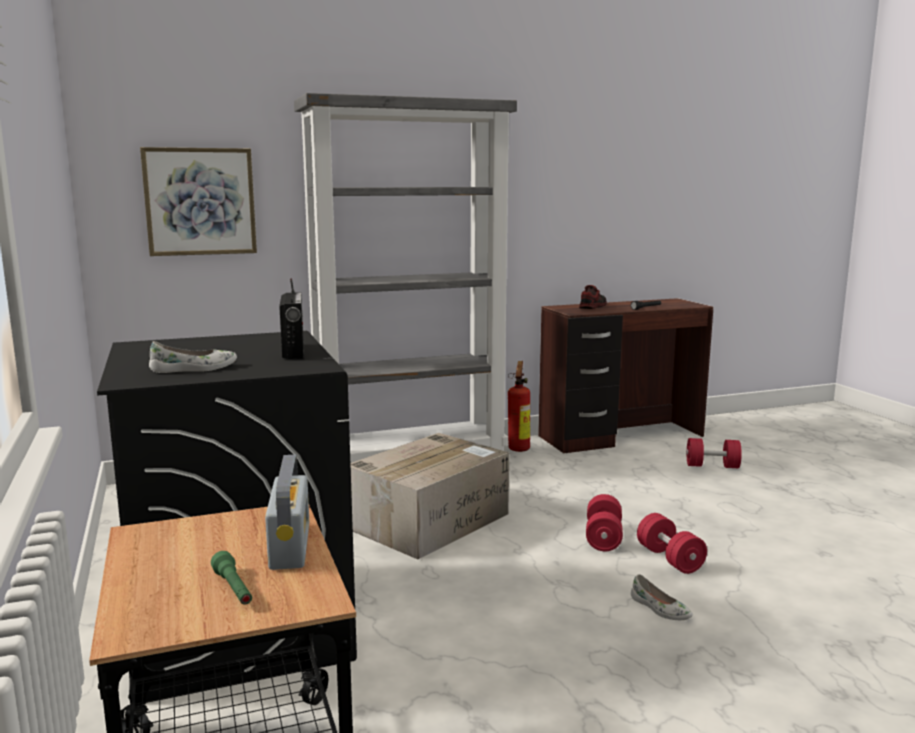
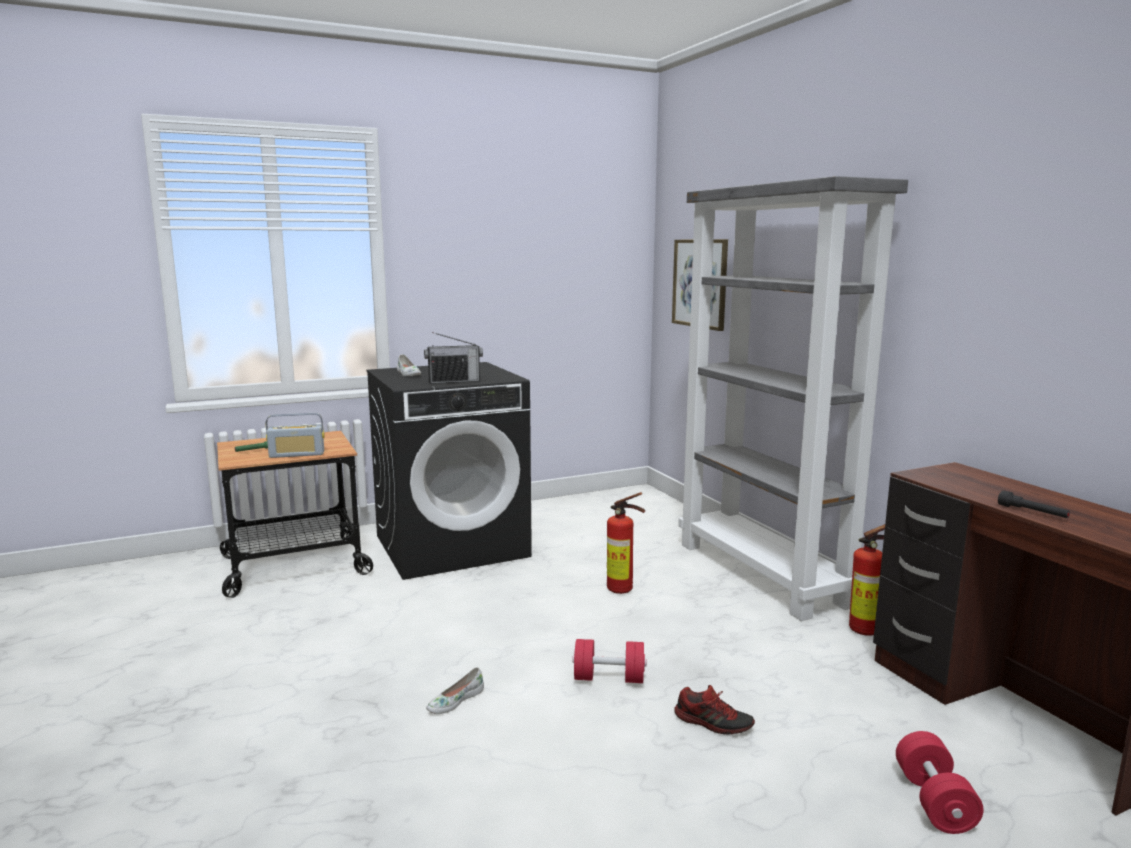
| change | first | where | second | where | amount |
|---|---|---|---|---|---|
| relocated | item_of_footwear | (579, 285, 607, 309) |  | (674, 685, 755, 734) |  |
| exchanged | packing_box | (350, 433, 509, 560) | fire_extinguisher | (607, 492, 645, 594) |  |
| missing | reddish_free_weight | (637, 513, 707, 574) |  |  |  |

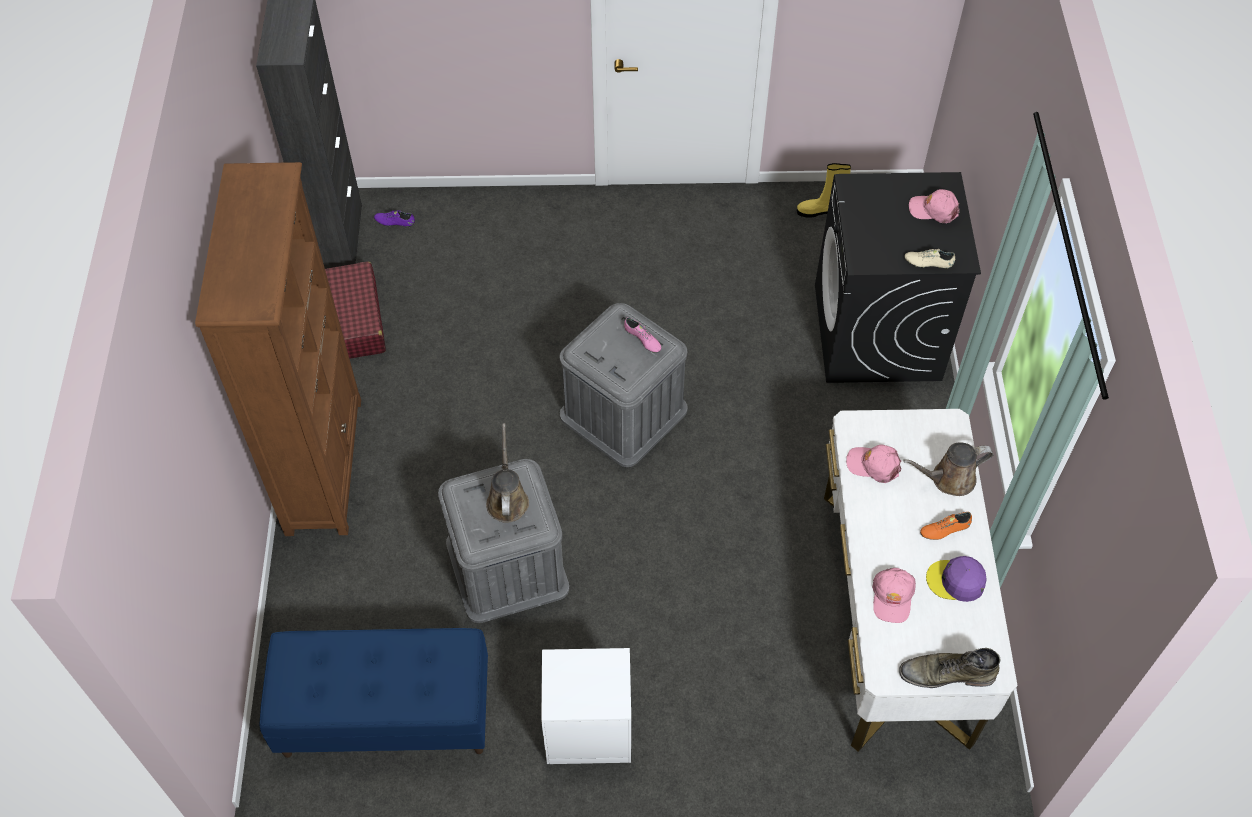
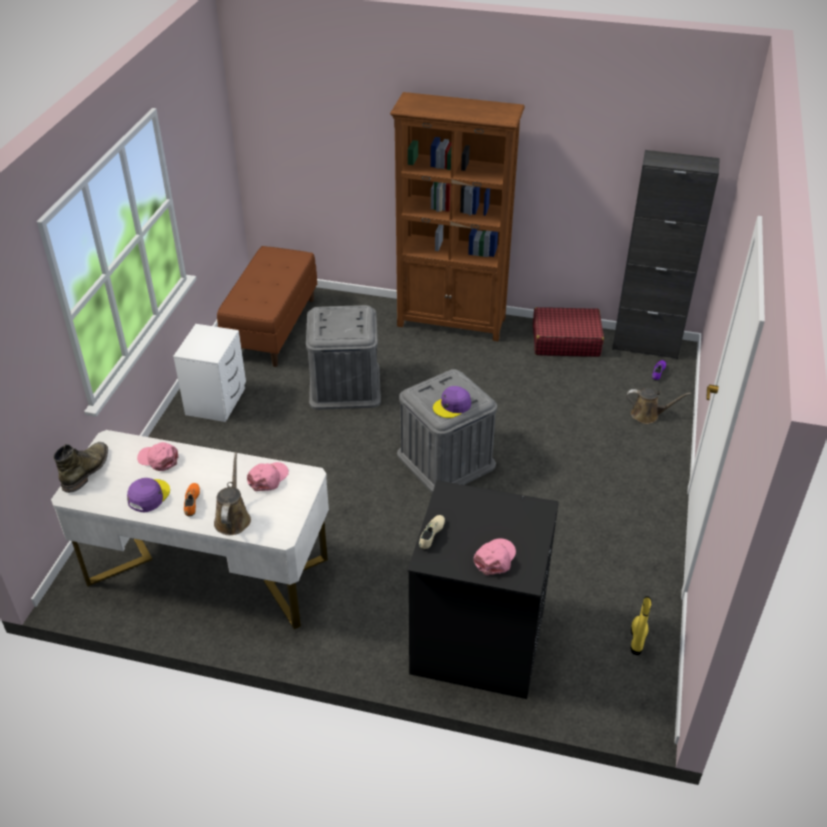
| change | first | where | second | where | amount |
|---|---|---|---|---|---|
| exchanged | pink-coloured_item_of_footwear | (624, 317, 661, 353) | purplish_peaked_cap | (433, 386, 471, 418) |  |
| relocated | brownish_watering_pot | (486, 423, 529, 523) |  | (626, 388, 691, 424) |  |
| colour | blue-coloured_bench | (260, 628, 488, 758) | brownish_bench | (217, 246, 317, 367) |  |

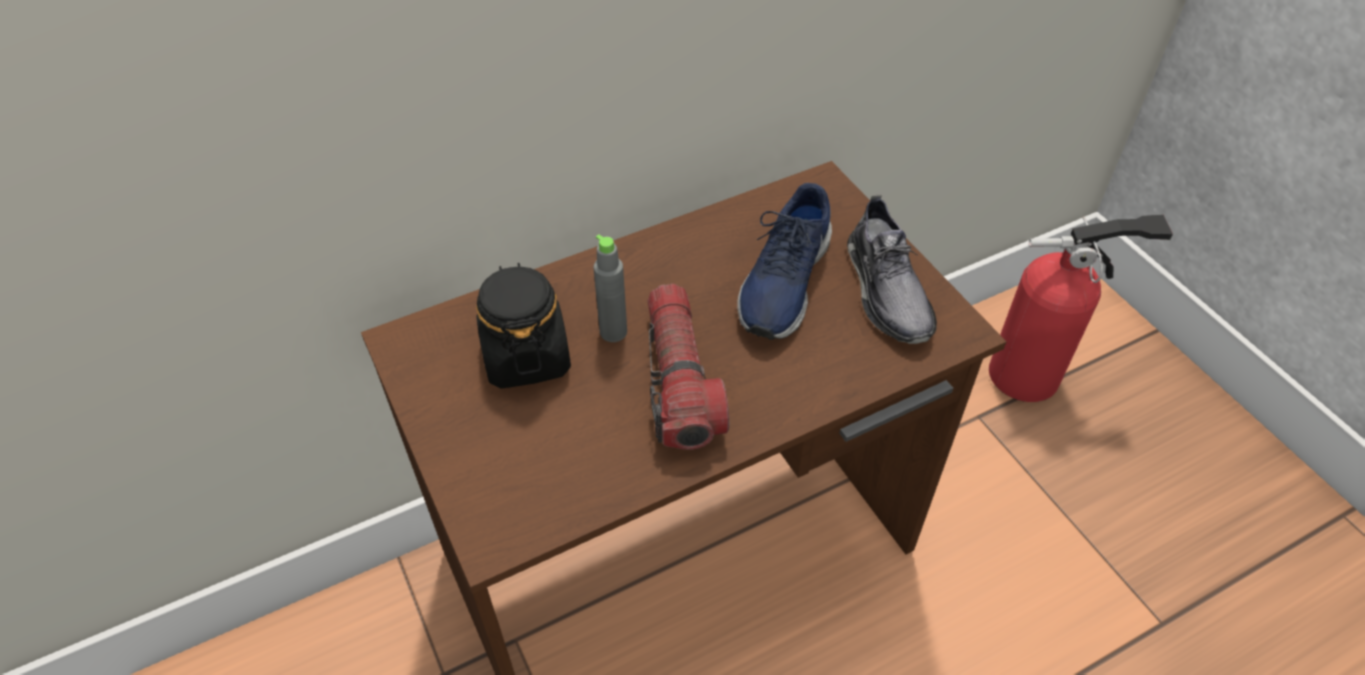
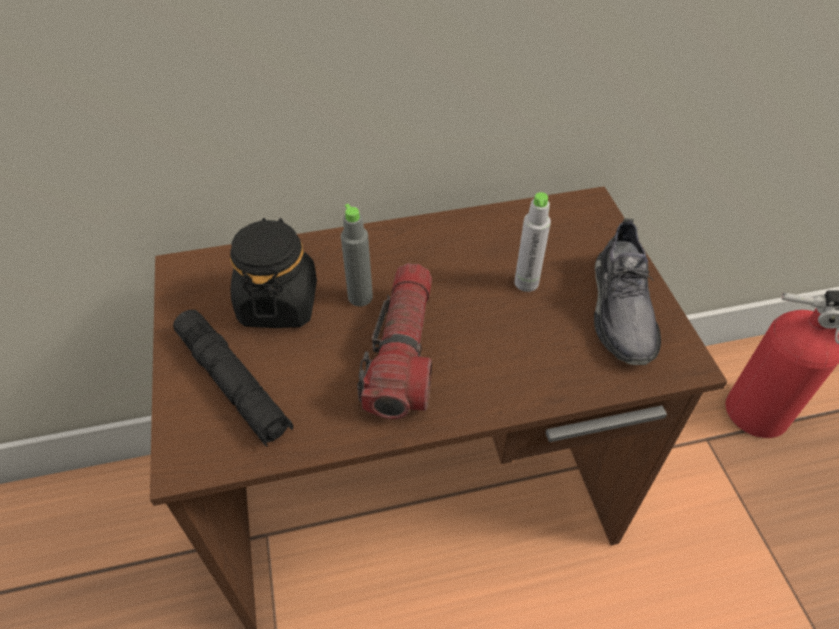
| change | first | where | second | where | amount |
|---|---|---|---|---|---|
| exchanged | blue-coloured_item_of_footwear | (737, 183, 832, 340) | grey_bottle | (514, 192, 551, 292) |  |
| appeared |  |  | blackish_hand_torch | (173, 310, 293, 447) |  |

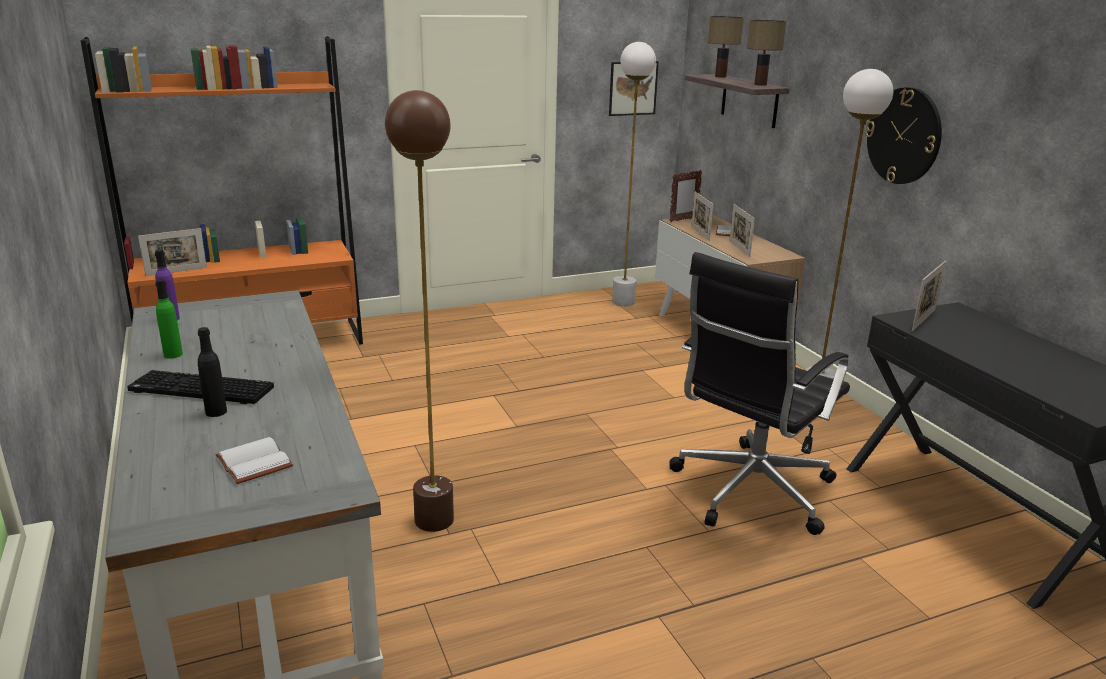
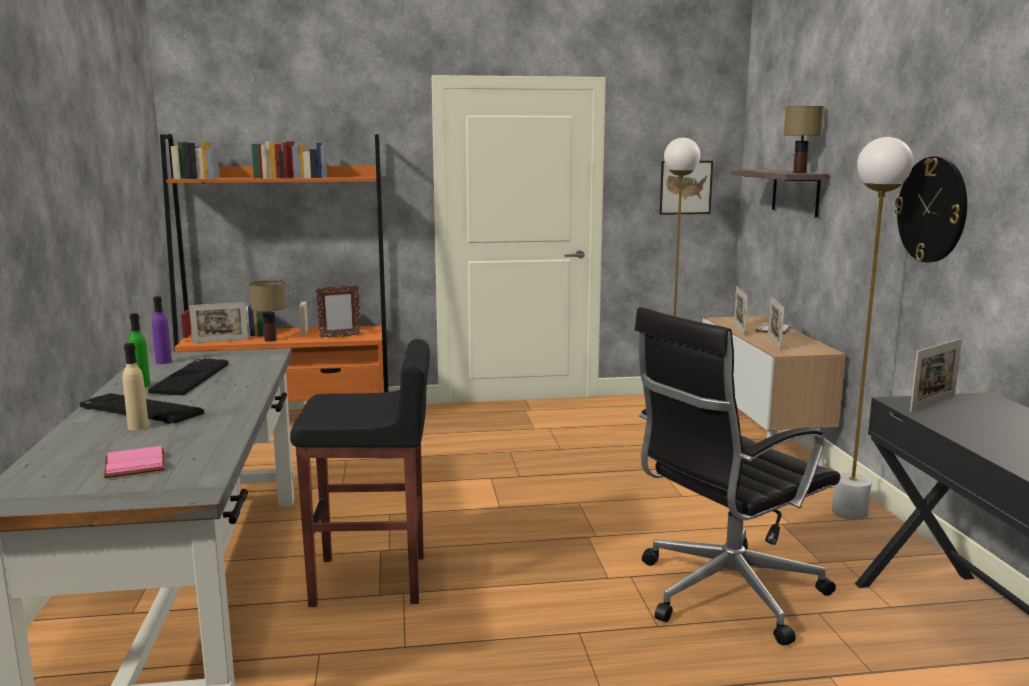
| change | first | where | second | where | amount |
|---|---|---|---|---|---|
| relocated | tabletop_lamp | (707, 16, 744, 77) |  | (249, 281, 286, 342) |  |
| exchanged | brownish_standing_lamp | (385, 90, 454, 532) | blackish_stool_seat | (290, 339, 430, 607) |  |
| relocated | photo_frame | (670, 170, 702, 222) |  | (316, 285, 361, 338) |  |
| colour | blackish_bottle | (198, 327, 227, 417) | beige-coloured_bottle | (123, 343, 149, 431) |  |
| colour | white-coloured_book | (215, 437, 293, 484) | pink-coloured_book | (104, 446, 165, 478) |  |
| appeared |  |  | computer_keyboard | (148, 359, 229, 395) |  |

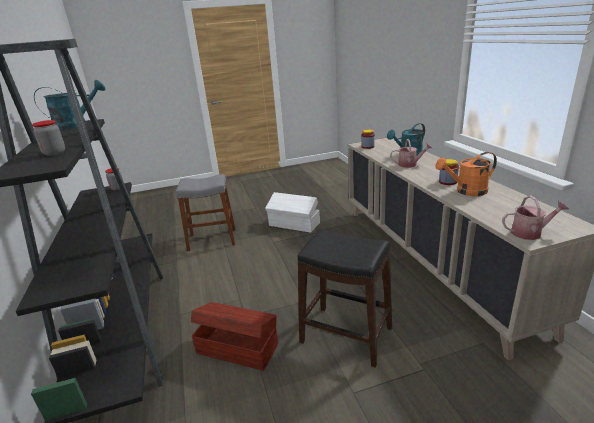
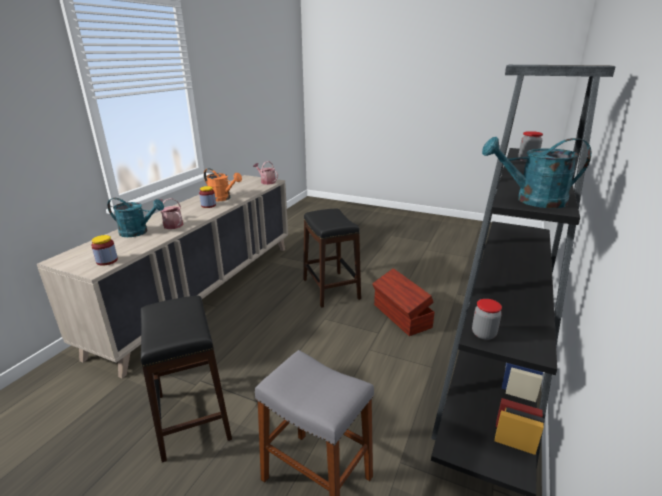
| change | first | where | second | where | amount |
|---|---|---|---|---|---|
| exchanged | white-coloured_storage_container | (265, 192, 320, 233) | blackish_stool_seat | (141, 296, 232, 463) |  |

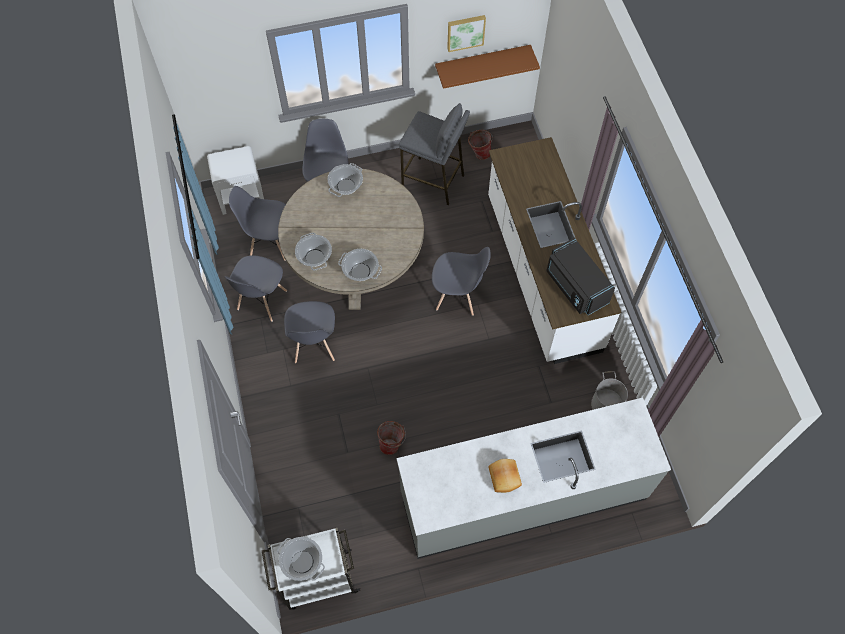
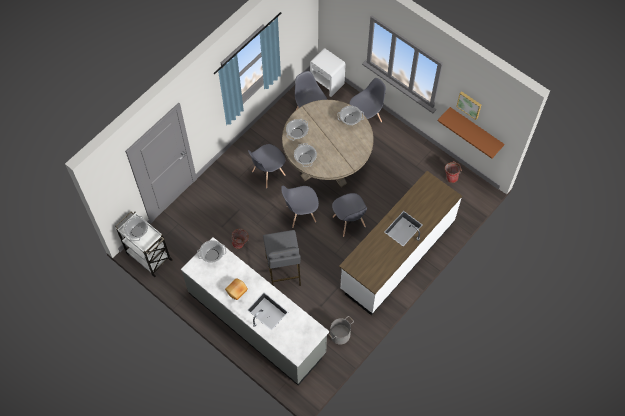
| change | first | where | second | where | amount |
|---|---|---|---|---|---|
| relocated | grey_stool_seat | (399, 103, 470, 205) |  | (263, 230, 301, 286) |  |
| missing | blackish_kitchen_microwave | (546, 238, 615, 315) |  |  |  |
| relocated | grey_upright_chair | (225, 255, 287, 322) |  | (281, 186, 319, 228) |  |
| appeared |  |  | stockpot | (197, 240, 226, 263) |  |

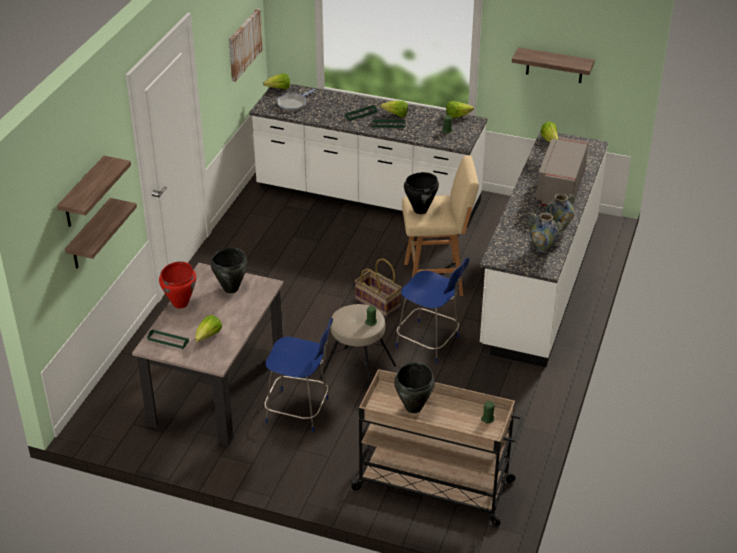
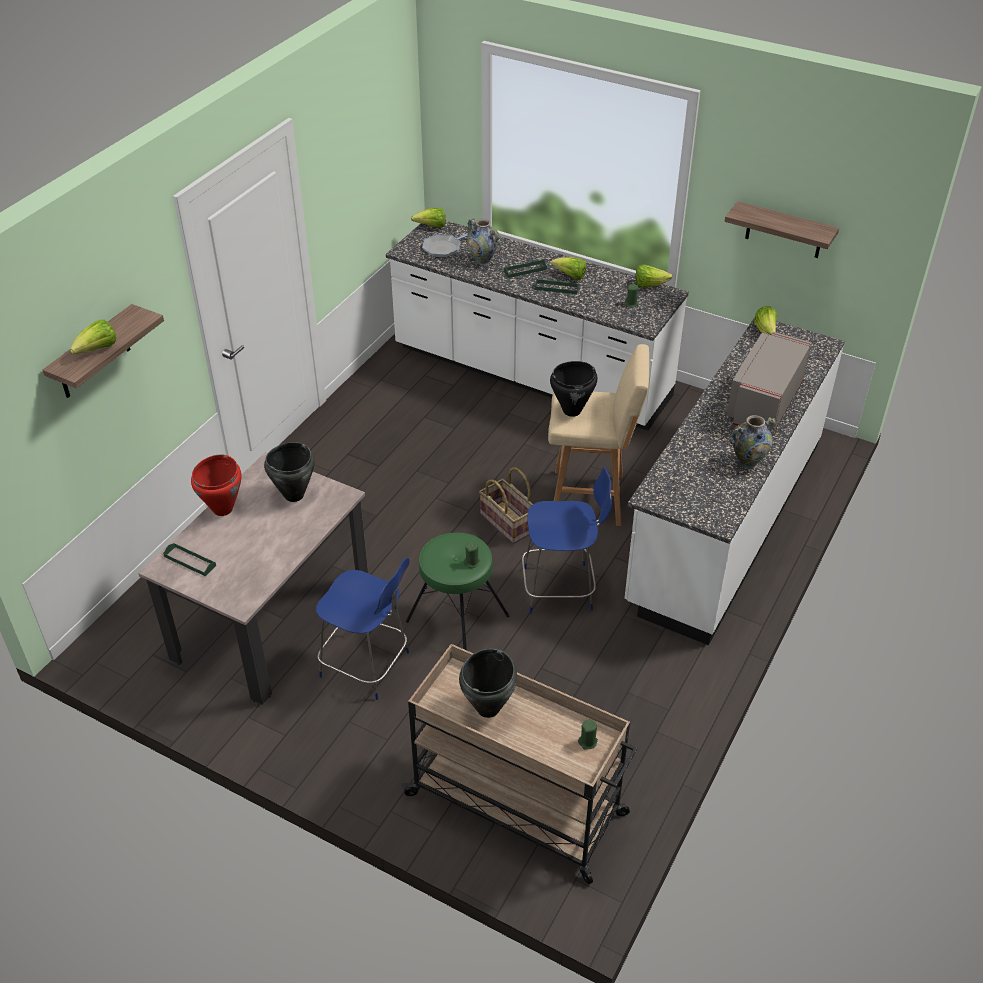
| change | first | where | second | where | amount |
|---|---|---|---|---|---|
| missing | wall_art | (229, 8, 263, 82) |  |  |  |
| missing | bracket_shelf | (65, 198, 137, 269) |  |  |  |
| relocated | vase | (528, 213, 563, 253) |  | (467, 219, 500, 265) |  |
| spun | blue-coloured_upright_chair | (396, 257, 469, 364) |  | (522, 466, 612, 614) | 45 degrees counterclockwise |
| colour | beige-coloured_stool_seat | (320, 304, 396, 386) | green_stool_seat | (406, 533, 510, 650) |  |
| relocated | lettuce | (195, 315, 222, 342) |  | (70, 319, 116, 354) |  |

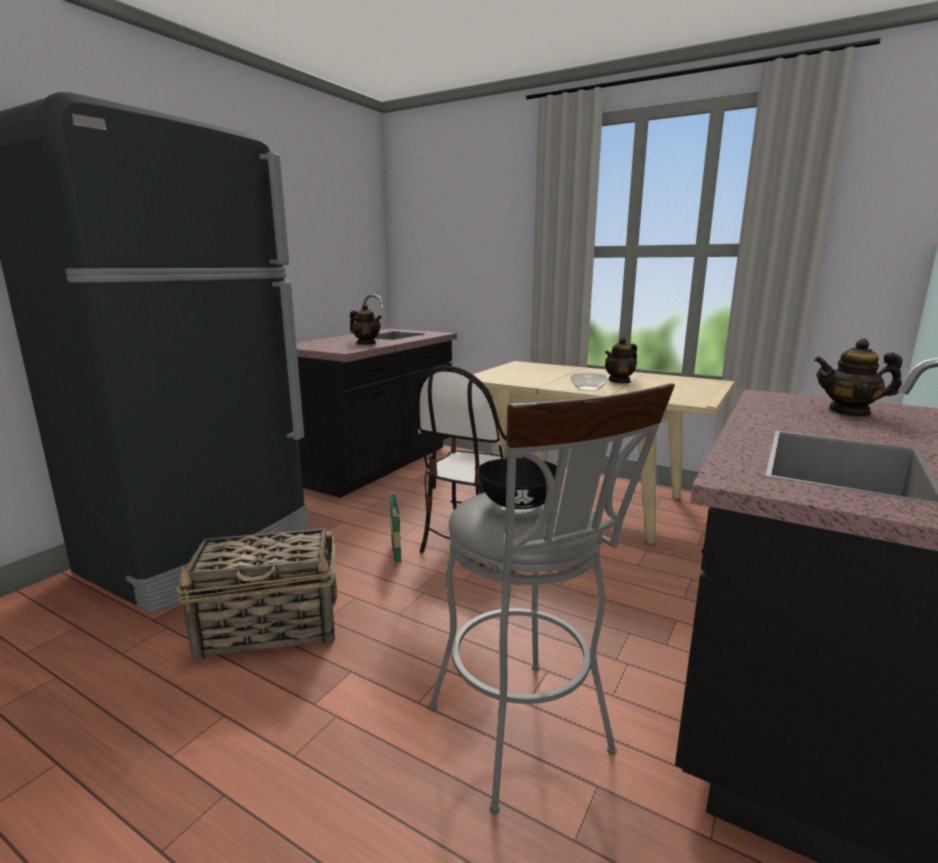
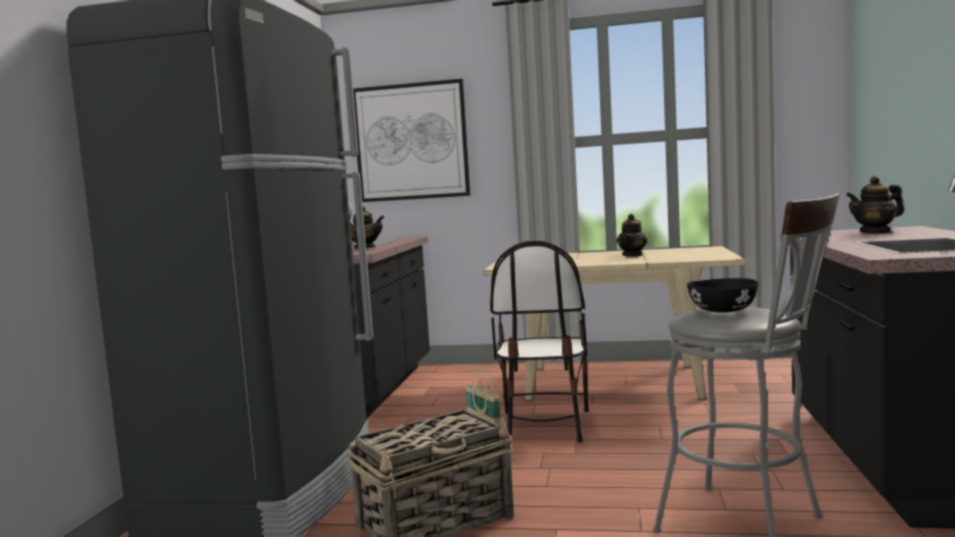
| change | first | where | second | where | amount |
|---|---|---|---|---|---|
| missing | deep_dish | (571, 373, 608, 391) |  |  |  |
| appeared |  |  | wall_art | (353, 79, 471, 202) |  |

